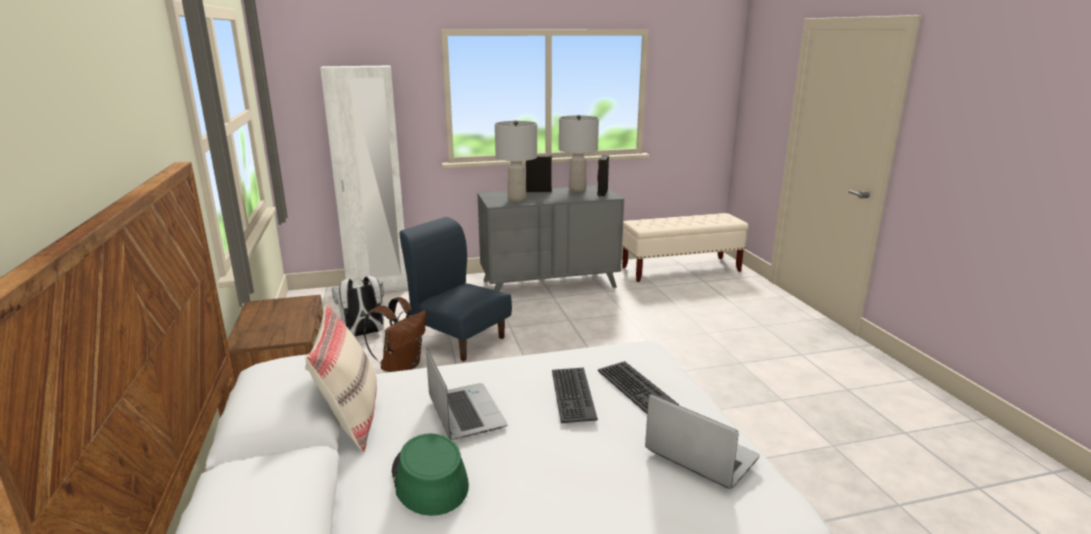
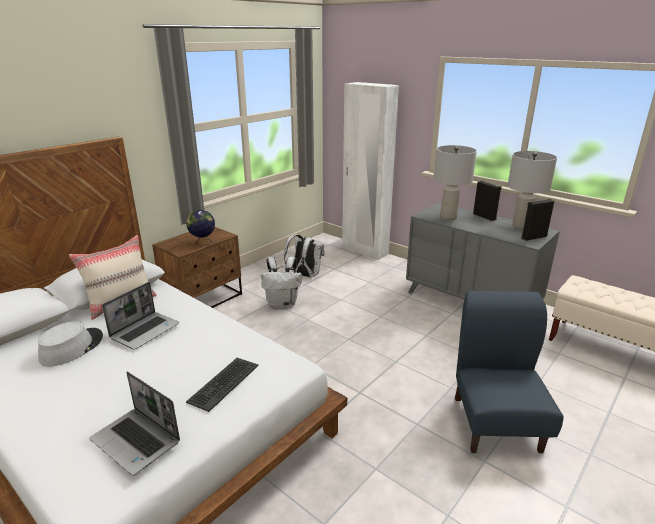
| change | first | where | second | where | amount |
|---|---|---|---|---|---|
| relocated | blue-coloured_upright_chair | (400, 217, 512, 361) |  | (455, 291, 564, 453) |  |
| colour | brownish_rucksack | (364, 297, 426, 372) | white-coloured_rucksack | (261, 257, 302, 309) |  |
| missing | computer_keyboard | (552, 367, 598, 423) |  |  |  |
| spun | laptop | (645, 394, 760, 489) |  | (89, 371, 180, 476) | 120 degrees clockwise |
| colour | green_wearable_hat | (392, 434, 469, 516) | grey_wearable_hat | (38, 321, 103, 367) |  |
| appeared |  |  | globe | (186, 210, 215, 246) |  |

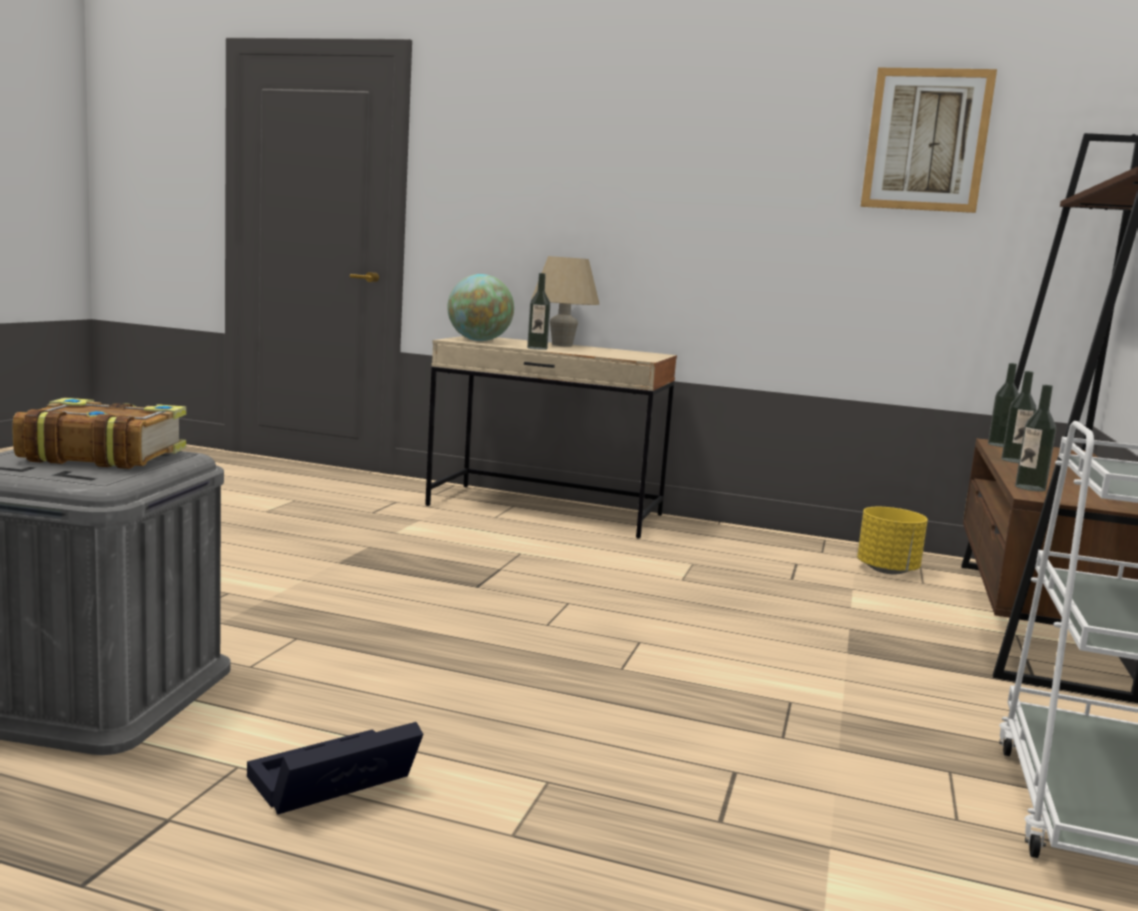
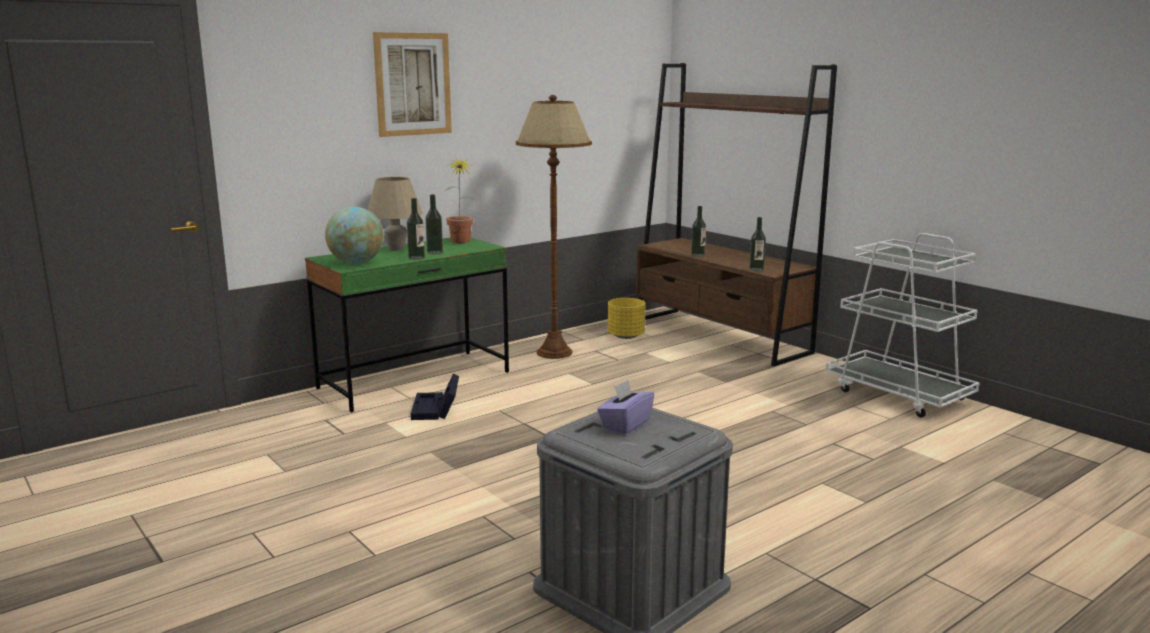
| change | first | where | second | where | amount |
|---|---|---|---|---|---|
| relocated | wall_art | (861, 68, 997, 213) |  | (373, 32, 452, 137) |  |
| colour | beige-coloured_desk_table | (425, 336, 677, 539) | green_desk_table | (305, 238, 509, 412) |  |
| relocated | bottle | (988, 363, 1019, 447) |  | (425, 194, 443, 254) |  |
| exchanged | book | (12, 398, 186, 469) | purplish_tissue_box | (597, 380, 654, 434) |  |
| relocated | blackish_storage_container | (247, 722, 423, 815) |  | (411, 374, 459, 420) |  |
| appeared |  |  | brownish_standing_lamp | (516, 95, 592, 359) |  |
| appeared |  |  | potted_plant | (444, 158, 476, 243) |  |

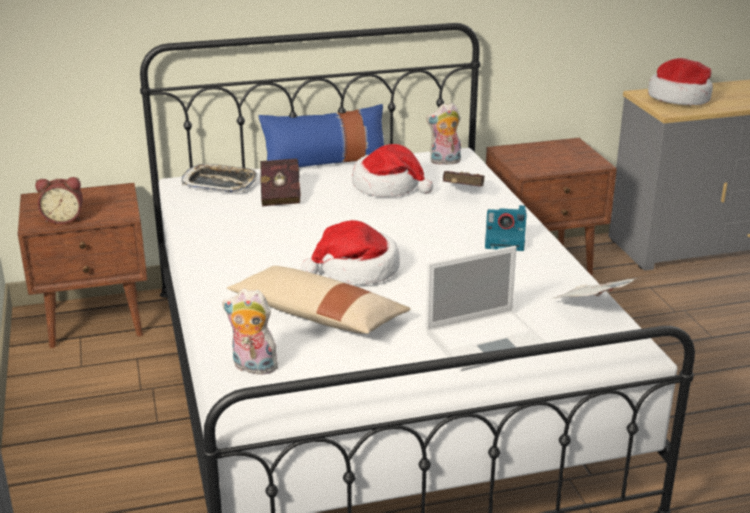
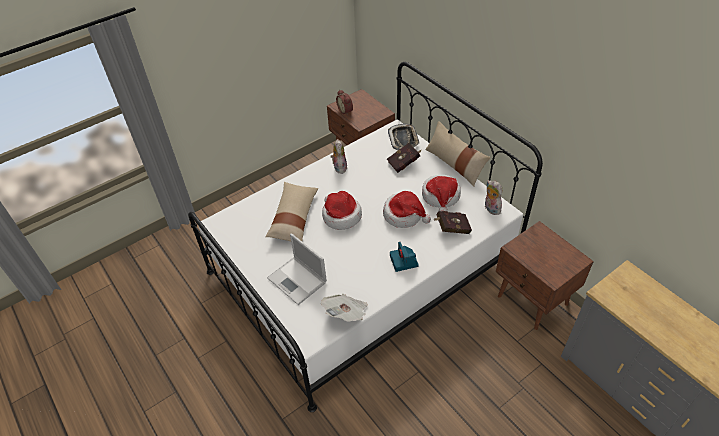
| change | first | where | second | where | amount |
|---|---|---|---|---|---|
| relocated | wearable_hat | (648, 58, 713, 105) |  | (383, 191, 431, 228) |  |
| colour | blue-coloured_pillow | (259, 104, 384, 167) | beige-coloured_pillow | (425, 121, 490, 187) |  |
| relocated | soft_toy | (222, 289, 278, 377) |  | (331, 139, 347, 174) |  |

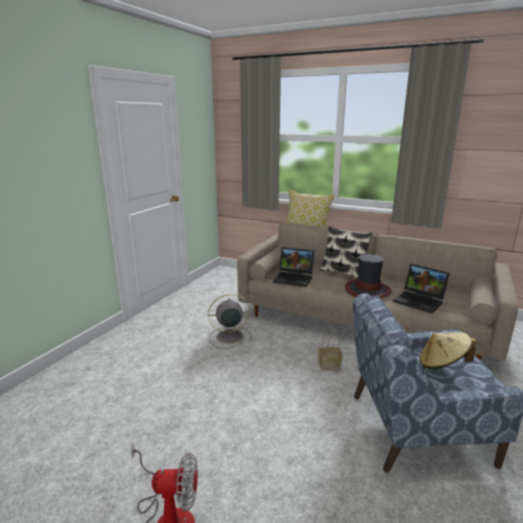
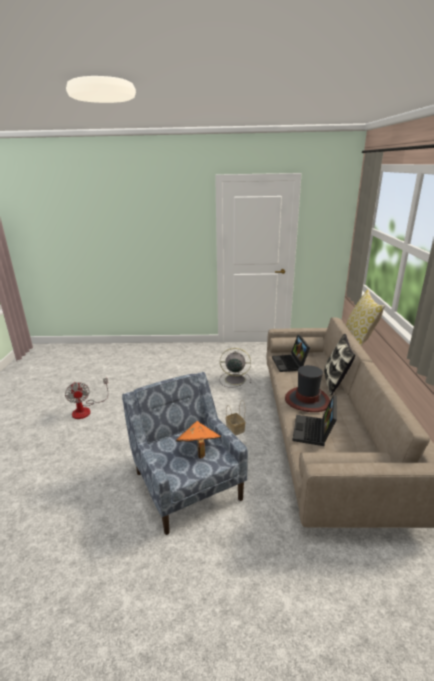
| change | first | where | second | where | amount |
|---|---|---|---|---|---|
| spun | grey_fan | (208, 294, 253, 349) |  | (220, 348, 251, 388) | 45 degrees counterclockwise |
| colour | beige-coloured_wearable_hat | (419, 332, 477, 369) | orangey_wearable_hat | (176, 421, 221, 458) |  |

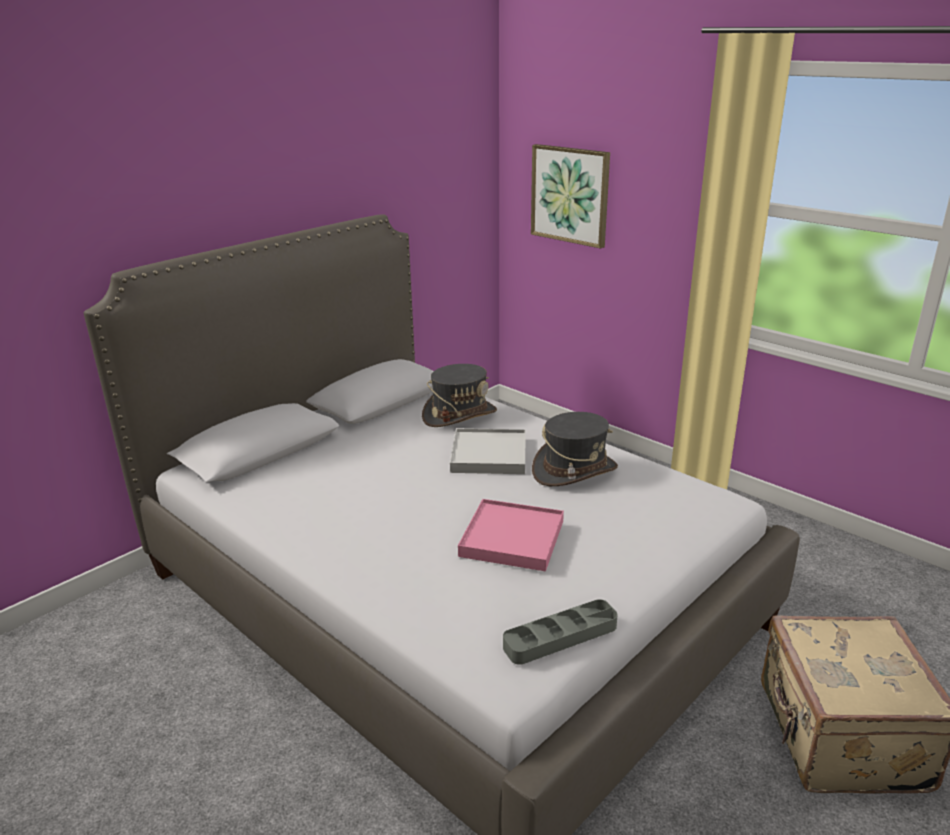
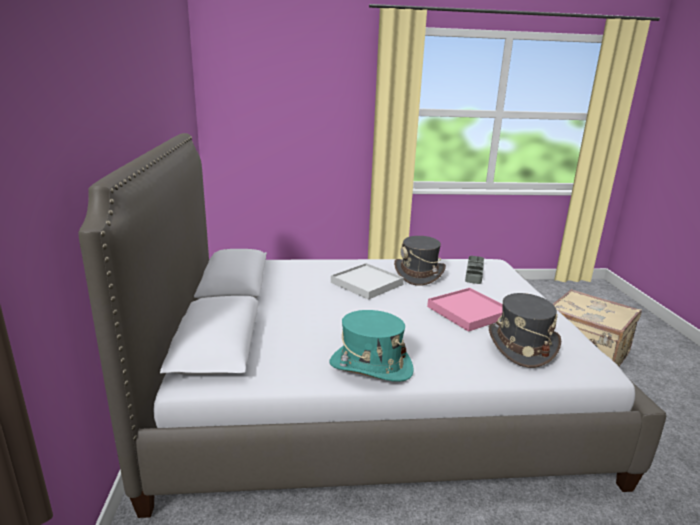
| change | first | where | second | where | amount |
|---|---|---|---|---|---|
| missing | wall_art | (531, 144, 610, 249) |  |  |  |
| relocated | grey_wearable_hat | (422, 364, 497, 427) |  | (489, 293, 561, 368) |  |
| relocated | grey_serving_tray | (503, 599, 618, 665) |  | (465, 256, 484, 284) |  |
| appeared |  |  | blue-green_wearable_hat | (329, 310, 414, 382) |  |

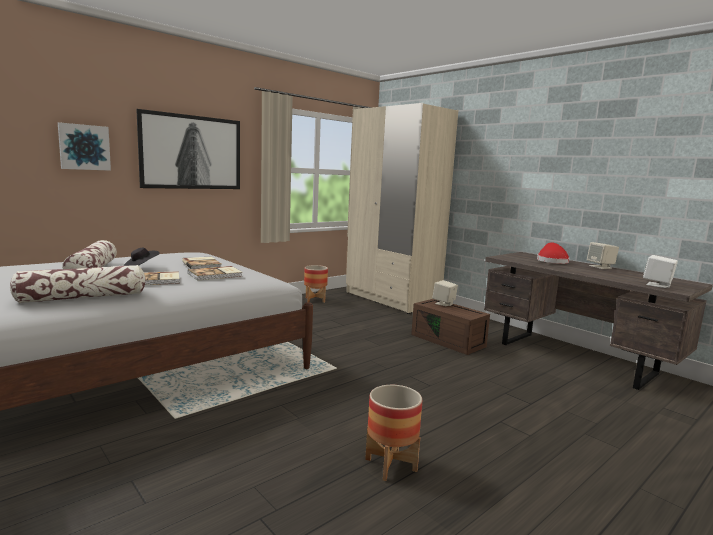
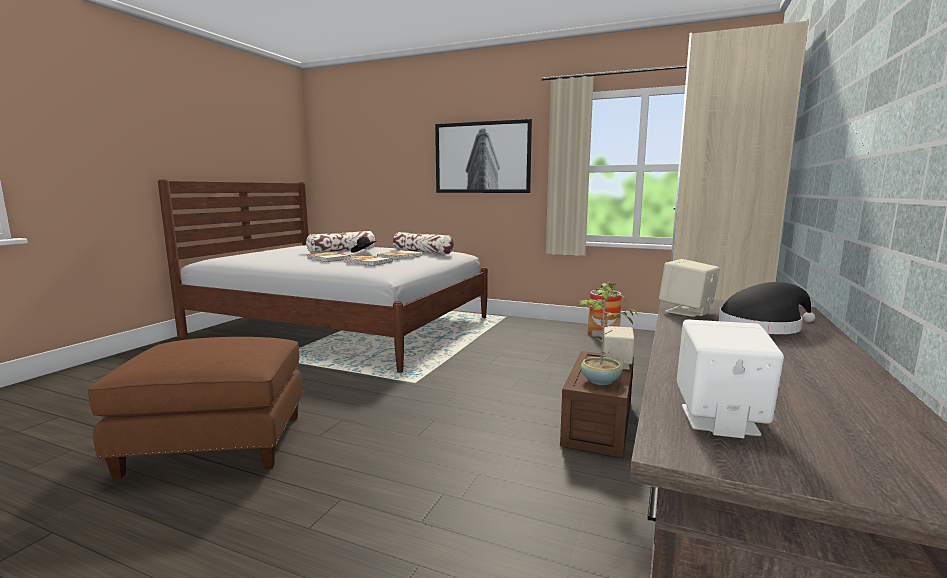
| change | first | where | second | where | amount |
|---|---|---|---|---|---|
| missing | wall_art | (58, 122, 111, 171) |  |  |  |
| colour | reddish_wearable_hat | (537, 242, 569, 264) | blackish_wearable_hat | (718, 282, 815, 334) |  |
| relocated | beige-coloured_loudspeaker | (587, 242, 619, 269) |  | (659, 259, 720, 317) |  |
| relocated | pillow | (10, 265, 146, 303) |  | (393, 232, 454, 254) |  |
| exchanged | planter | (365, 385, 422, 481) | brownish_ottoman | (88, 337, 303, 479) |  |
| appeared |  |  | potted_plant | (579, 282, 638, 385) |  |

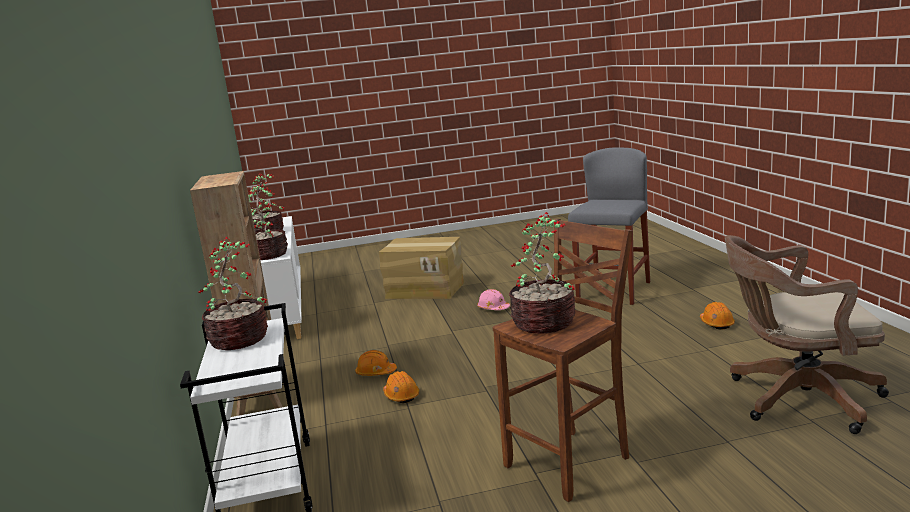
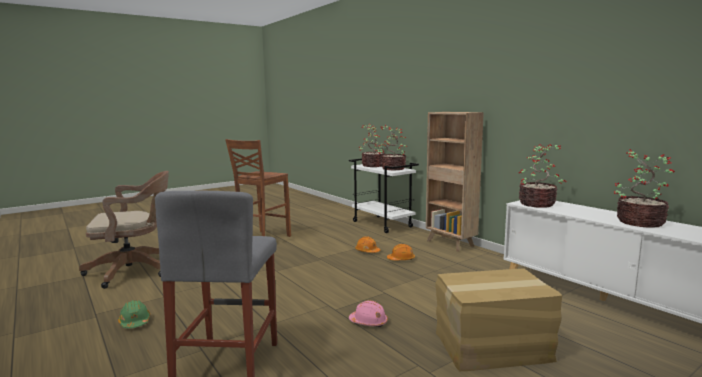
| change | first | where | second | where | amount |
|---|---|---|---|---|---|
| relocated | potted_plant | (509, 212, 575, 334) |  | (358, 125, 386, 167) |  |
| colour | orangey_safety_helmet | (700, 302, 735, 329) | green_safety_helmet | (118, 300, 150, 328) |  |

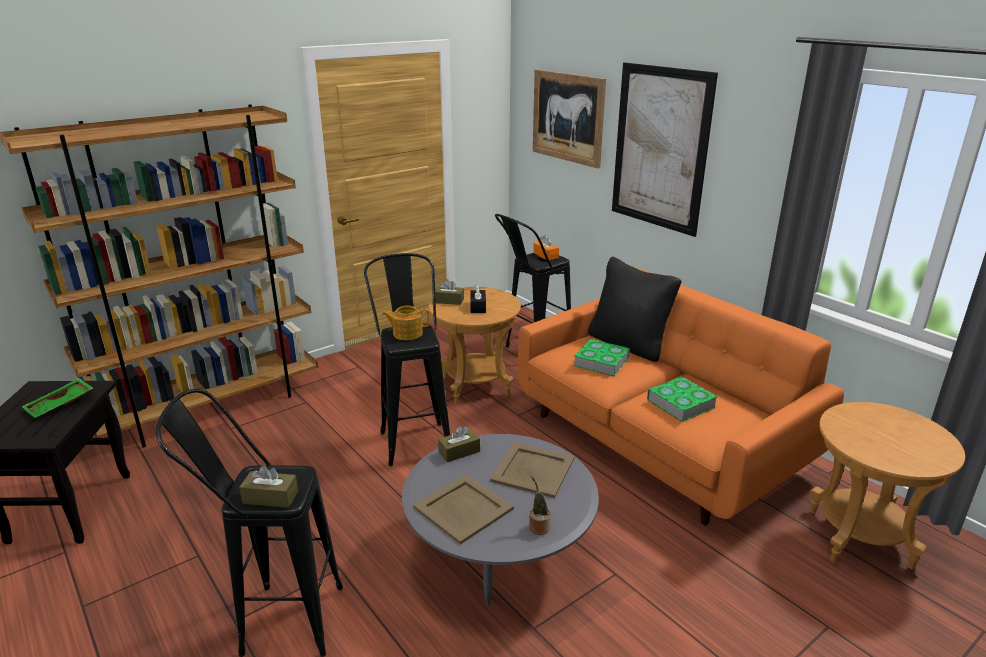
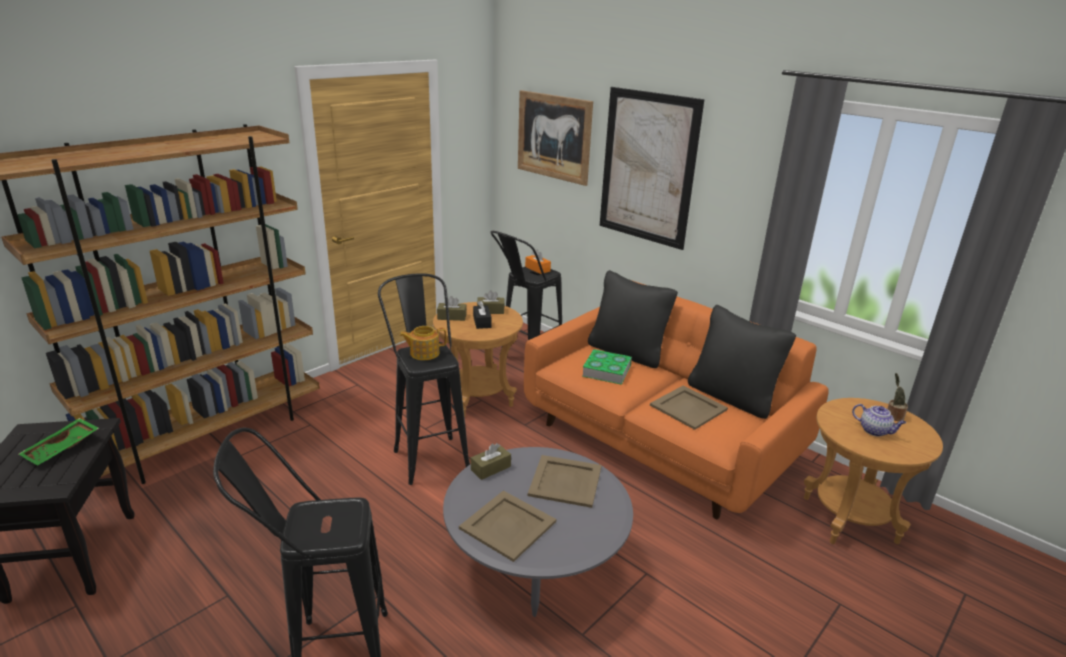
| change | first | where | second | where | amount |
|---|---|---|---|---|---|
| exchanged | book | (647, 377, 717, 422) | beige-coloured_serving_tray | (650, 385, 728, 430) |  |
| relocated | brownish_tissue_box | (239, 465, 298, 508) |  | (477, 290, 505, 314) |  |
| relocated | potted_plant | (529, 475, 551, 535) |  | (888, 373, 908, 421) |  |
| appeared |  |  | blackish_pillow | (688, 305, 796, 419) |  |
| appeared |  |  | teapot | (852, 404, 906, 436) |  |

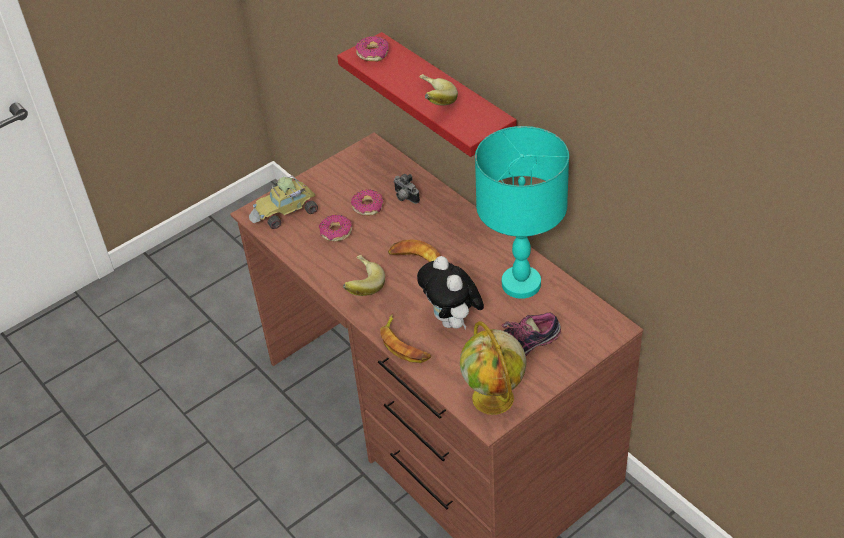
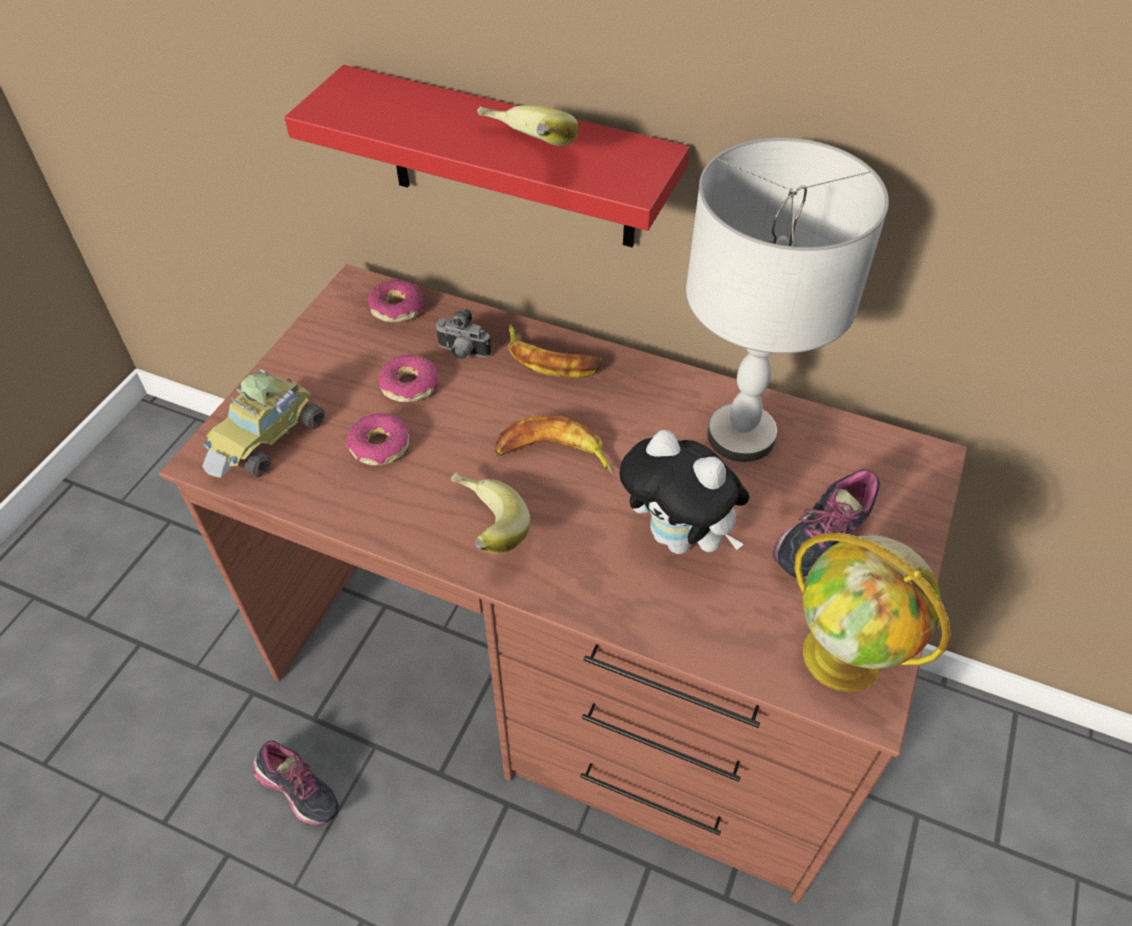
| change | first | where | second | where | amount |
|---|---|---|---|---|---|
| relocated | donut | (355, 36, 389, 62) |  | (368, 280, 423, 323) |  |
| colour | blue-green_tabletop_lamp | (475, 126, 569, 299) | grey_tabletop_lamp | (686, 137, 889, 462) |  |
| relocated | whole_banana | (380, 314, 431, 363) |  | (508, 324, 604, 378) |  |
| appeared |  |  | item_of_footwear | (252, 741, 340, 827) |  |

